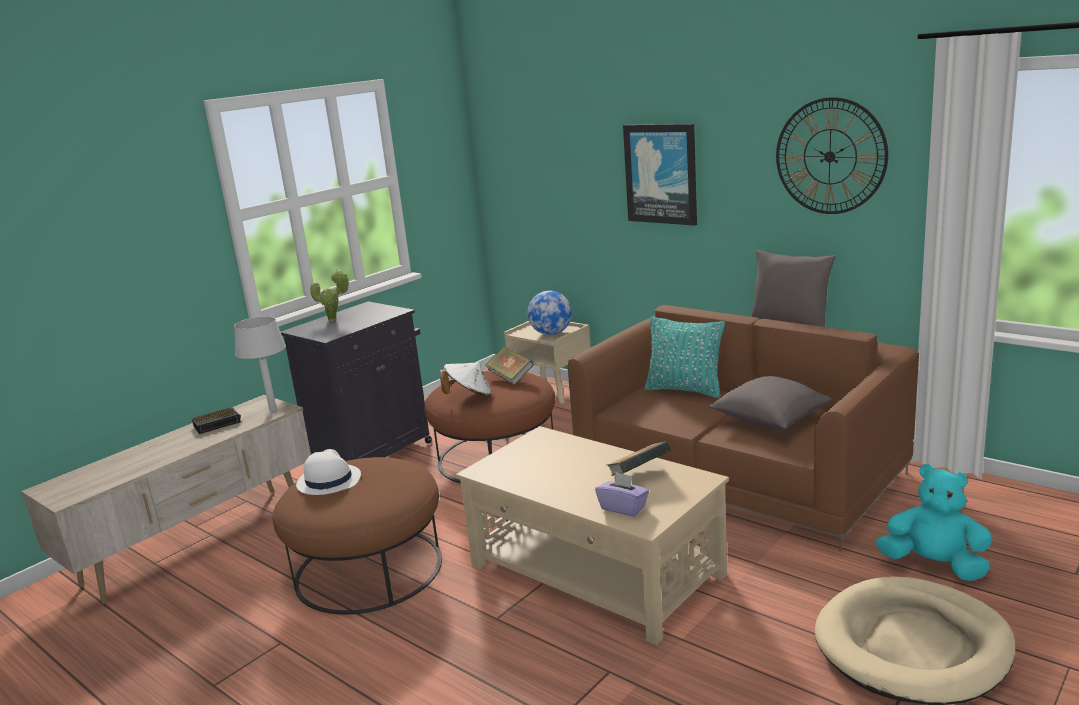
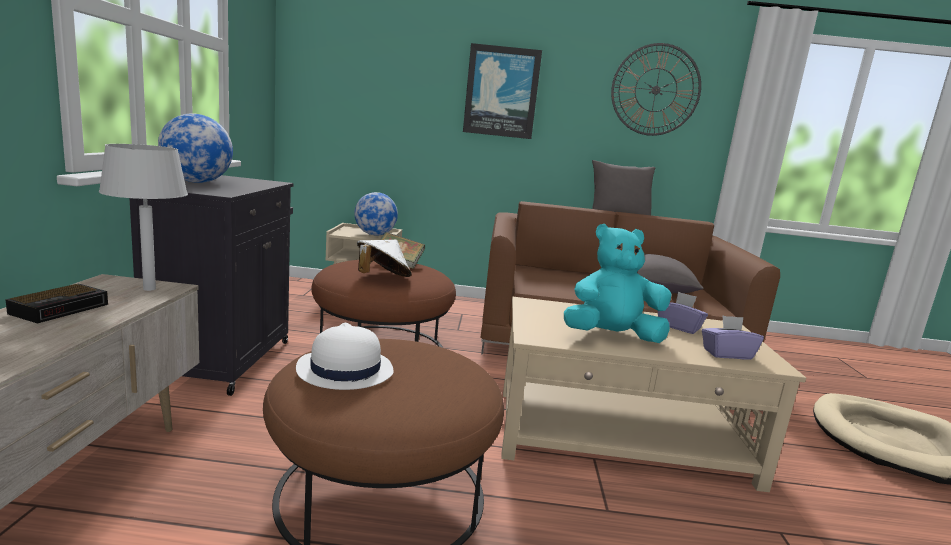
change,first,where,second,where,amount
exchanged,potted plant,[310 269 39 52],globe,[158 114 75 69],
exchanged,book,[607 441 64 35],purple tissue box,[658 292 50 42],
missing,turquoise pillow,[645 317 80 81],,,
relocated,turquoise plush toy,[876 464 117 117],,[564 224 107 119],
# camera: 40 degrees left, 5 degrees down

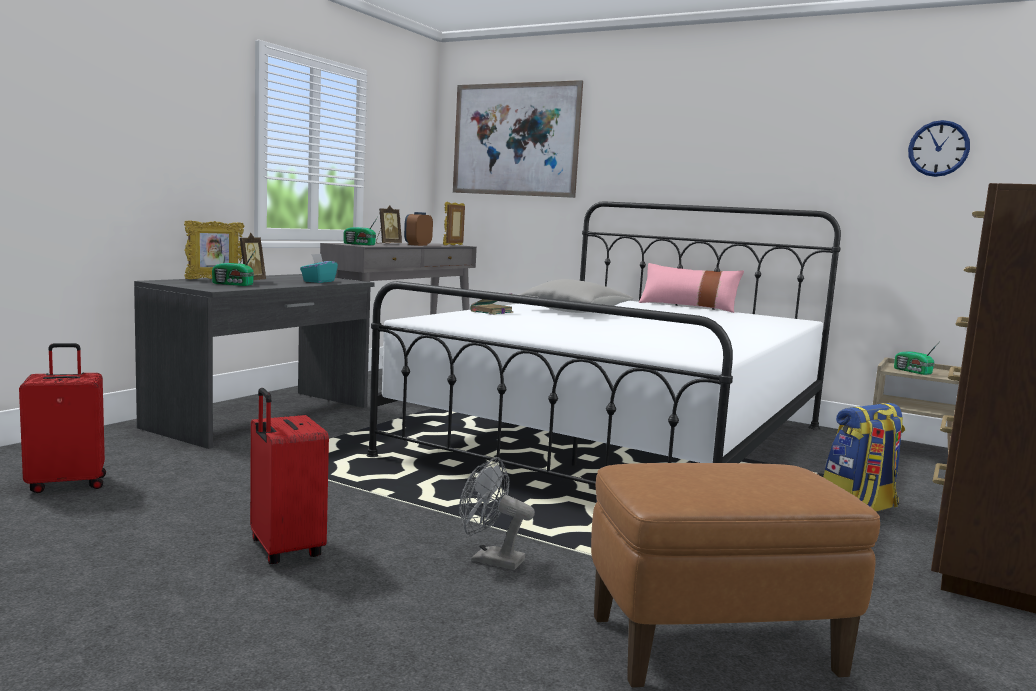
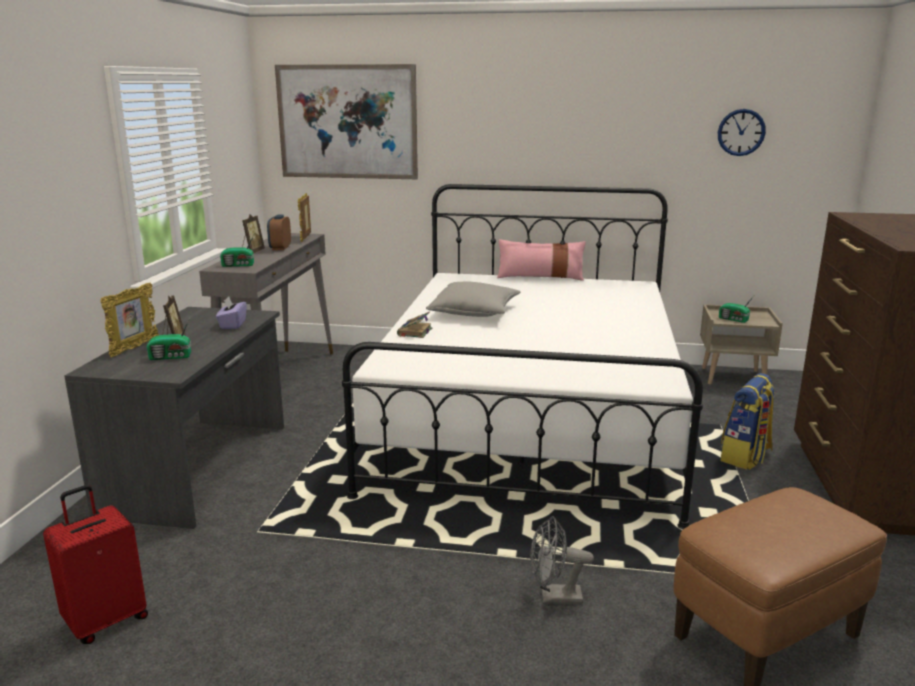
change,first,where,second,where,amount
missing,red suitcase,[250 388 79 176],,,
colour,turquoise tissue box,[300 254 38 29],purple tissue box,[216 296 31 33],
# camera: 20 degrees left, 10 degrees up

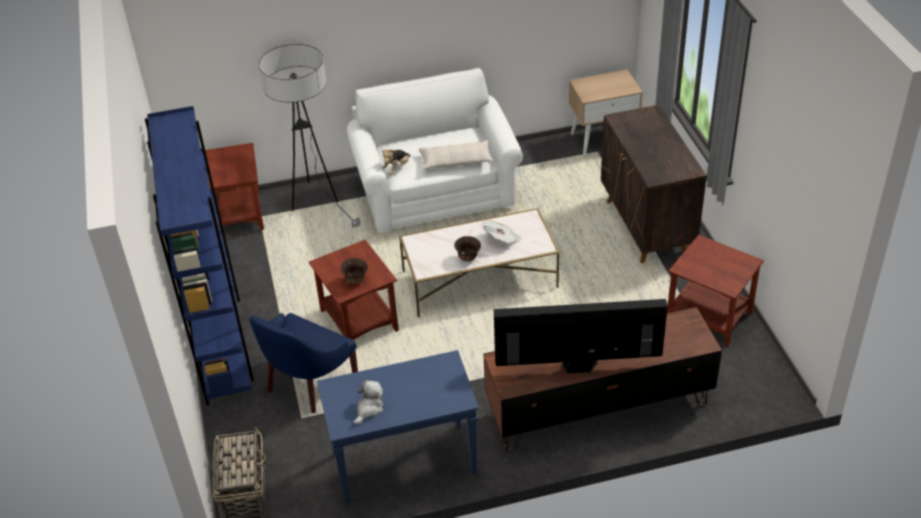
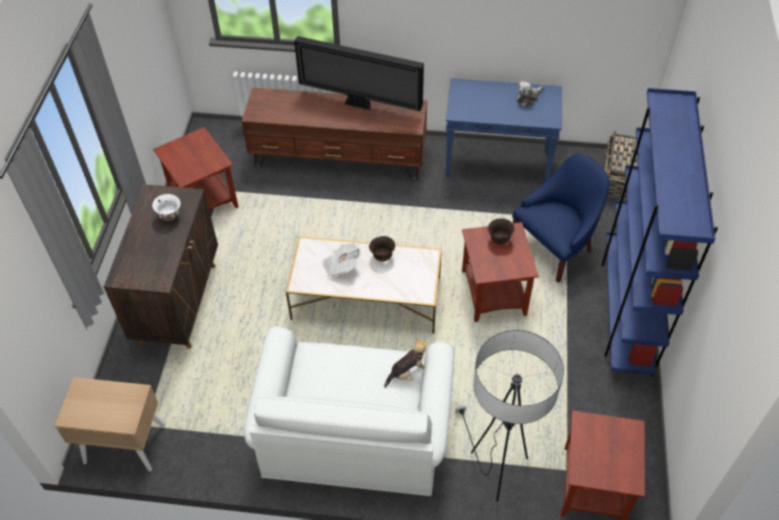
change,first,where,second,where,amount
missing,beige pillow,[419 140 74 29],,,
appeared,,,white bowl,[152 194 29 27],
# camera: 160 degrees left, 10 degrees up

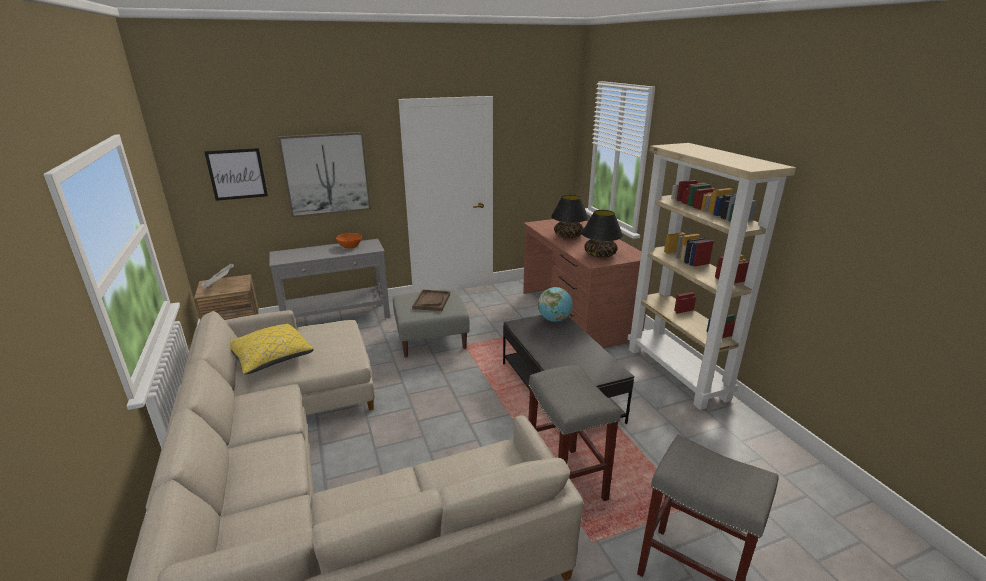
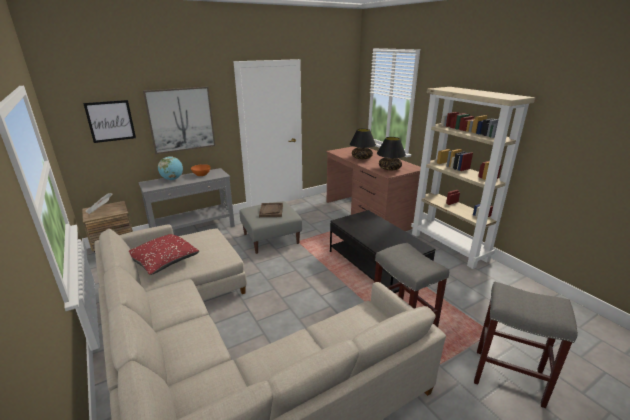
change,first,where,second,where,amount
colour,yellow pillow,[230 323 84 51],red pillow,[129 234 70 41],
relocated,globe,[538 287 35 35],,[158 156 25 24],
# camera: 10 degrees left, 0 degrees up

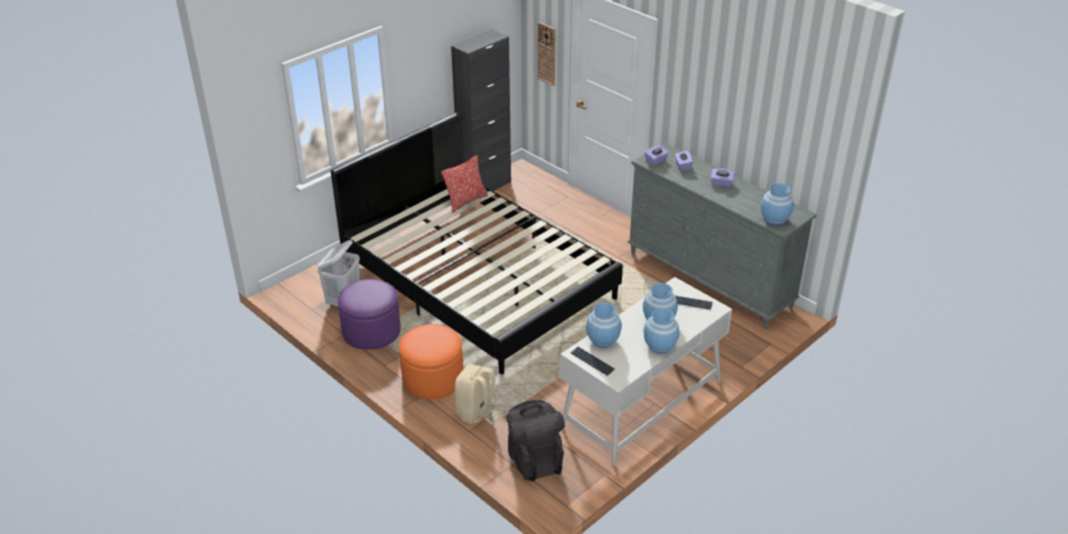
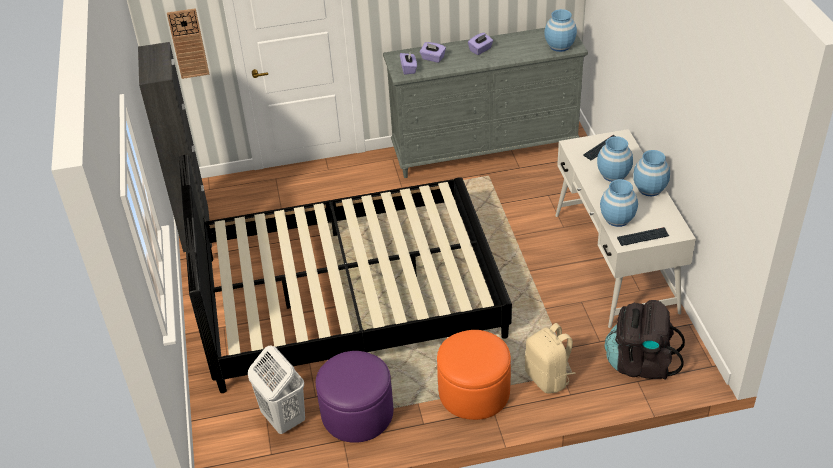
change,first,where,second,where,amount
missing,pillow,[441 155 47 58],,,
# camera: 55 degrees left, 5 degrees up

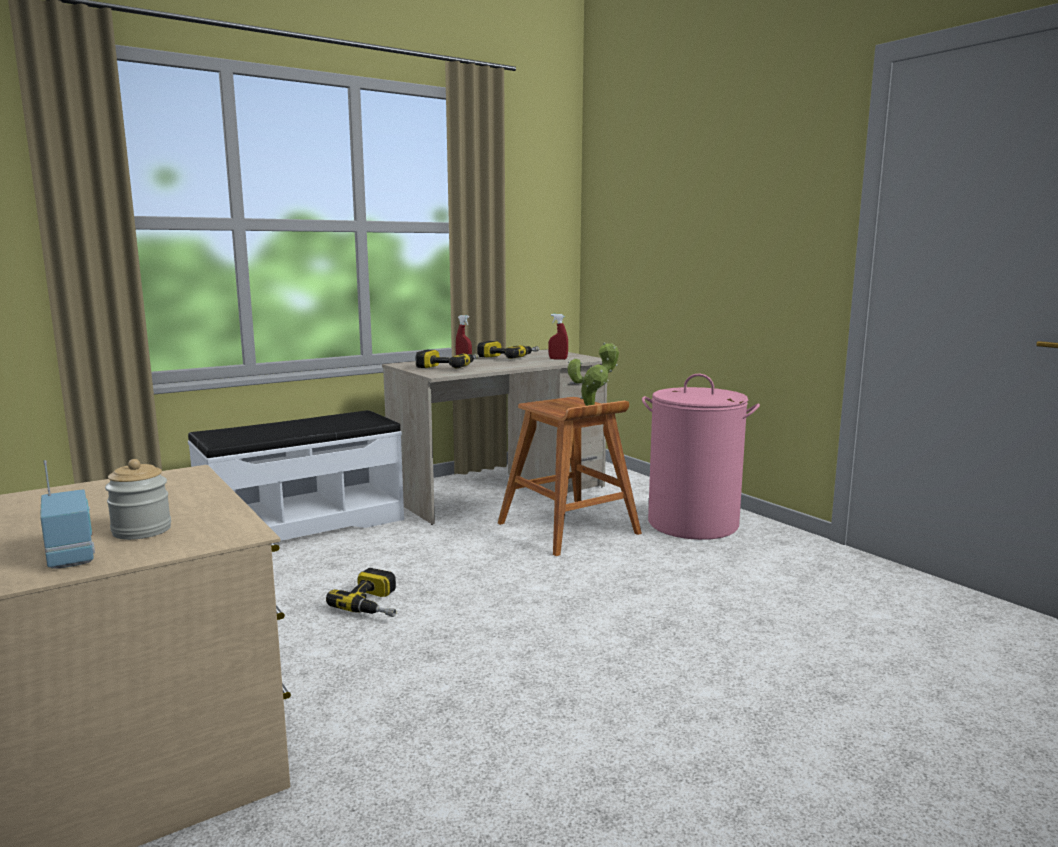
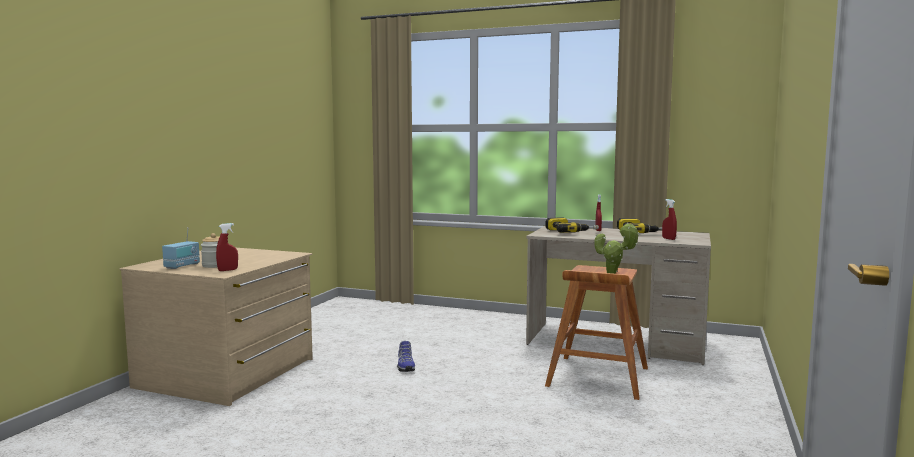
change,first,where,second,where,amount
missing,white bench,[188 410 216 131],,,
exchanged,power drill,[326 568 71 49],shoe,[397 341 18 31],
missing,pink laundry basket,[642 374 118 166],,,
appeared,,,red spray bottle,[216 223 22 48],
# camera: 55 degrees right, 5 degrees down

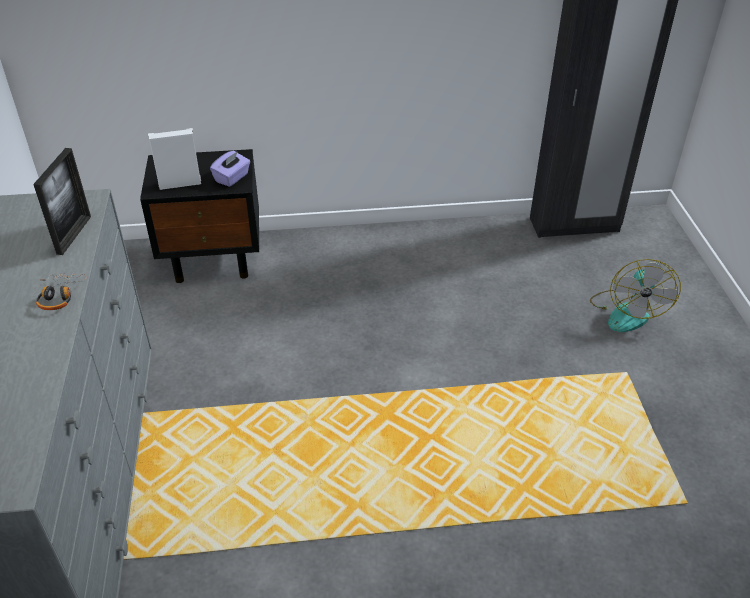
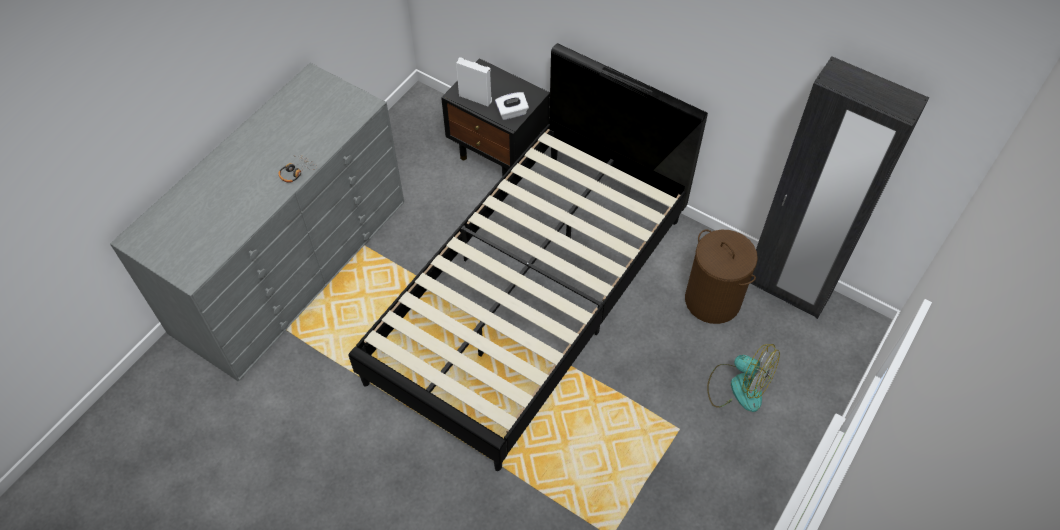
change,first,where,second,where,amount
missing,picture frame,[33 148 58 107],,,
colour,purple tissue box,[210 151 40 36],white tissue box,[495 92 34 28],
spun,fan,[590 259 91 73],,[707 344 73 68],105 degrees counterclockwise
appeared,,,black bed,[348 43 360 428],
appeared,,,brown laundry basket,[685 229 73 95],
# camera: 40 degrees right, 15 degrees up

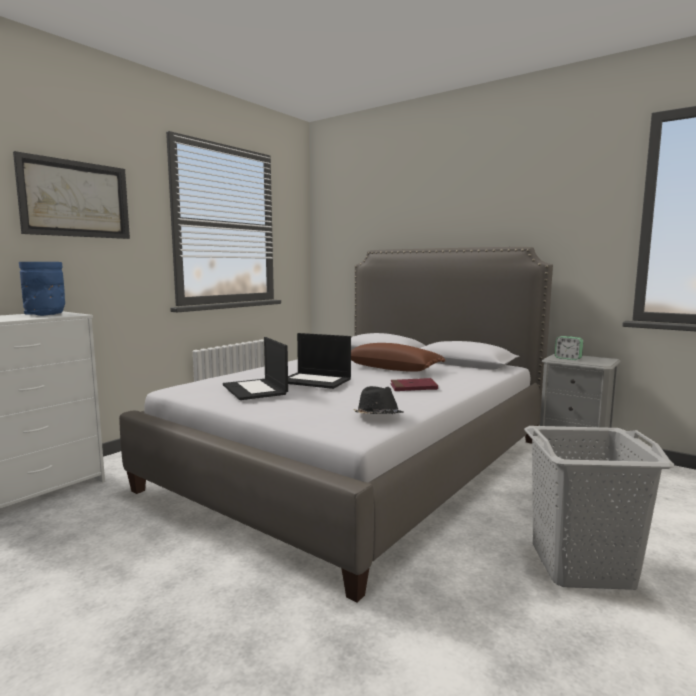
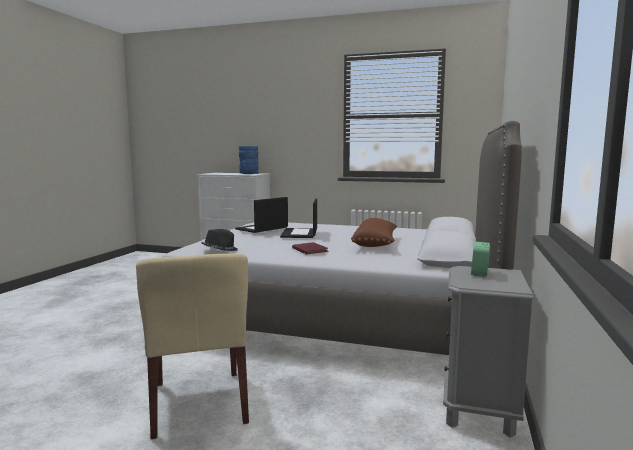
change,first,where,second,where,amount
missing,picture,[13 151 117 88],,,
exchanged,grey laundry basket,[524 426 150 164],beige chair,[136 253 113 186],
# camera: 70 degrees right, 0 degrees up

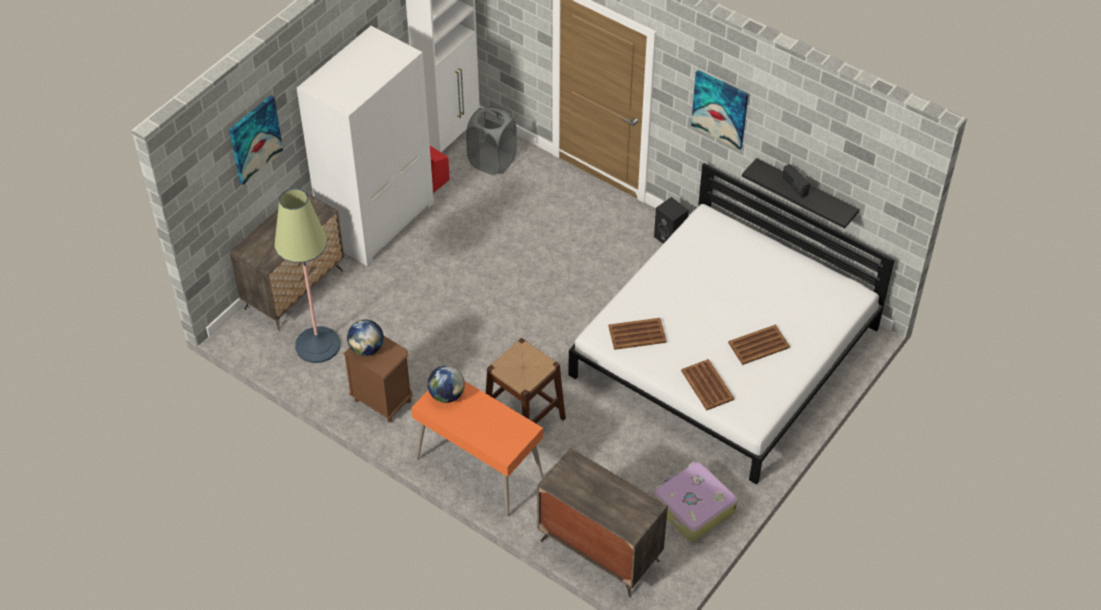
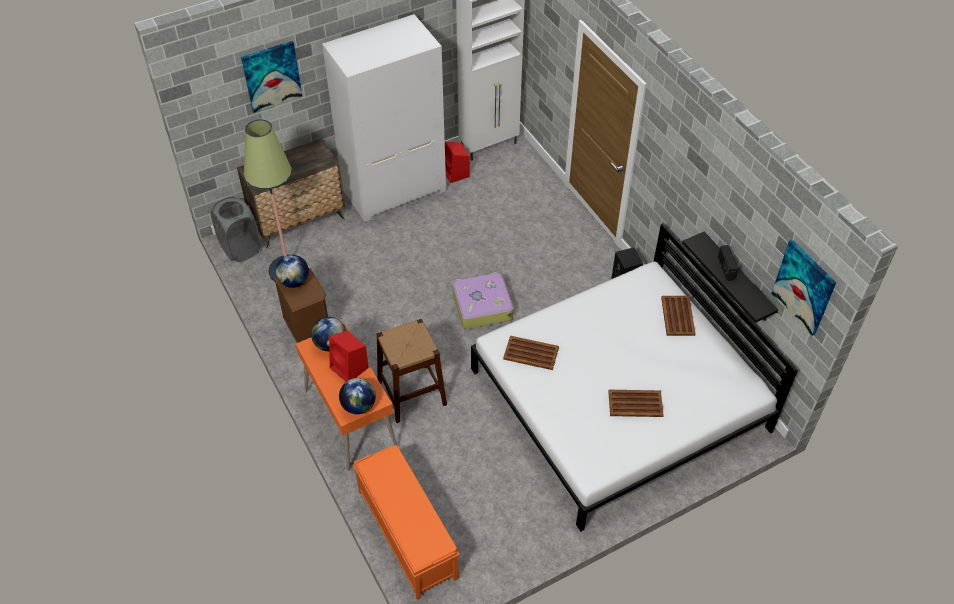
change,first,where,second,where,amount
relocated,grey laundry basket,[466 106 51 69],,[211 197 50 65],
exchanged,dresser,[537 448 131 150],orange bench,[353 445 107 155],
relocated,suitcase,[654 462 84 80],,[452 272 61 57],
relocated,brown tray,[681 359 53 52],,[661 296 34 40],
relocated,picture,[691 70 58 80],,[771 239 65 97],
appeared,,,red speaker,[329 331 40 50],
appeared,,,globe,[339 378 37 36],
# camera: 25 degrees right, 0 degrees up

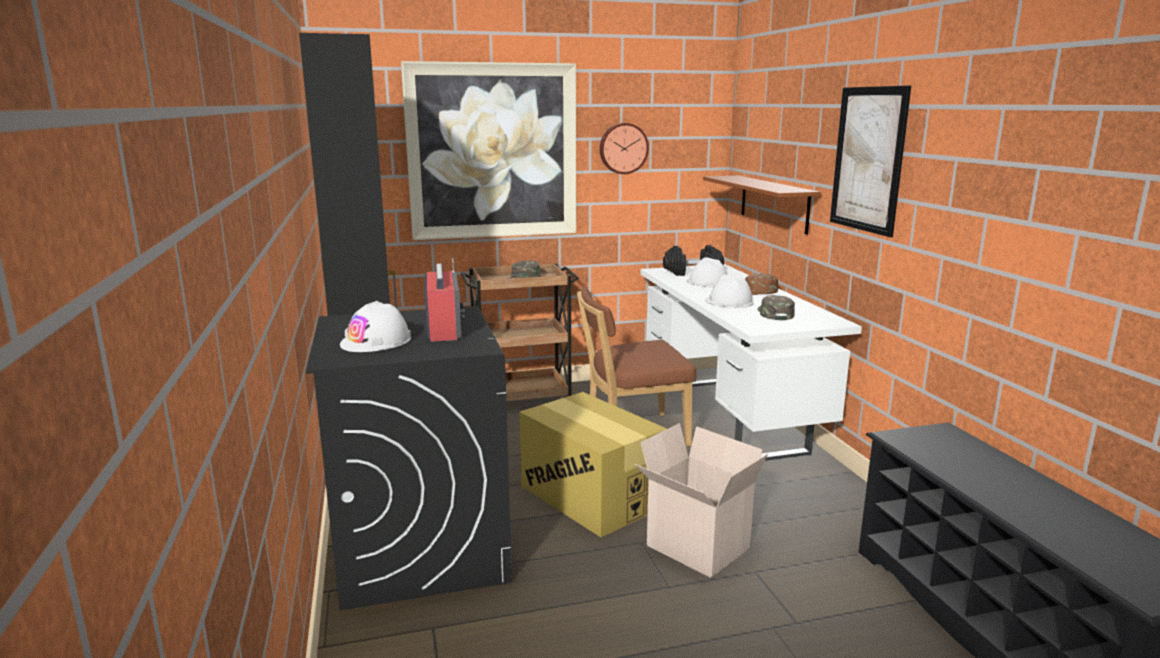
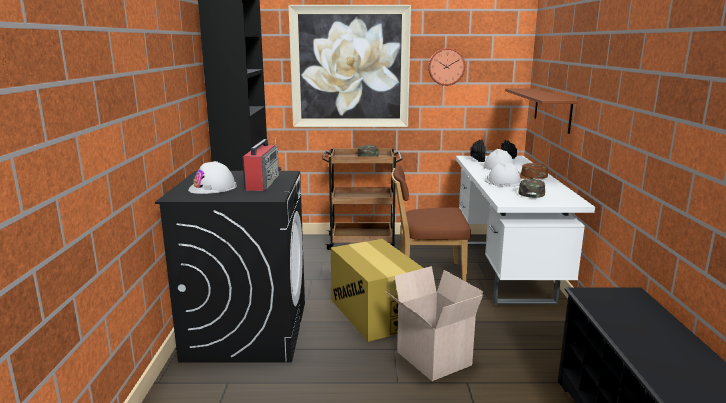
change,first,where,second,where,amount
missing,picture,[830 86 81 151],,,
# camera: 15 degrees right, 0 degrees up

